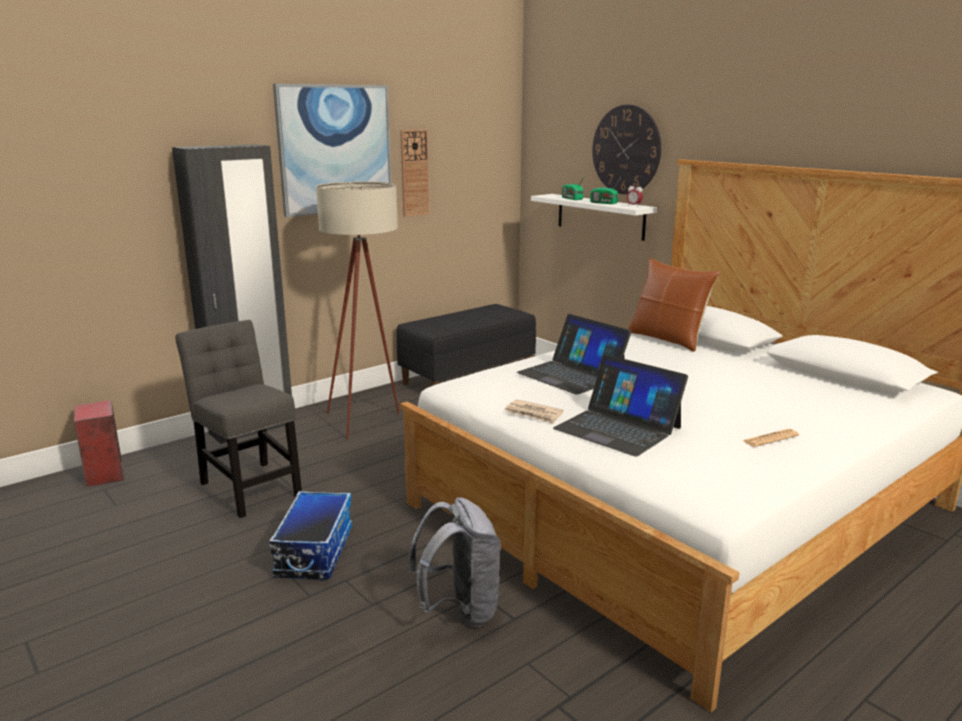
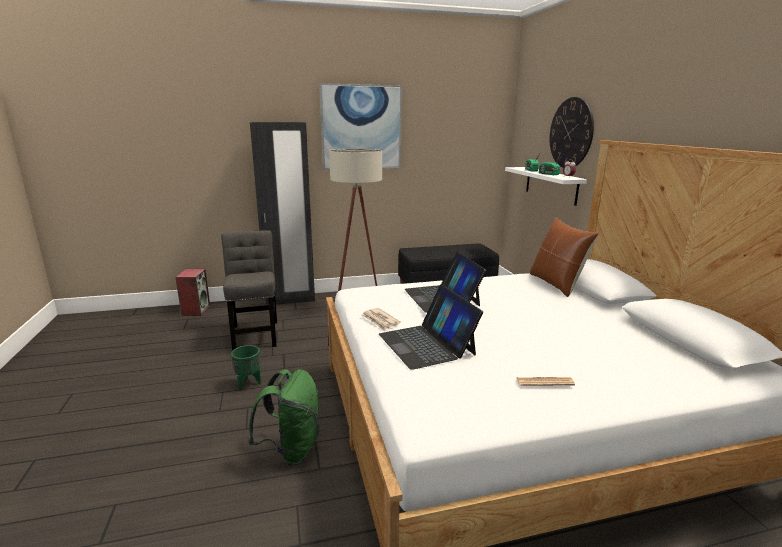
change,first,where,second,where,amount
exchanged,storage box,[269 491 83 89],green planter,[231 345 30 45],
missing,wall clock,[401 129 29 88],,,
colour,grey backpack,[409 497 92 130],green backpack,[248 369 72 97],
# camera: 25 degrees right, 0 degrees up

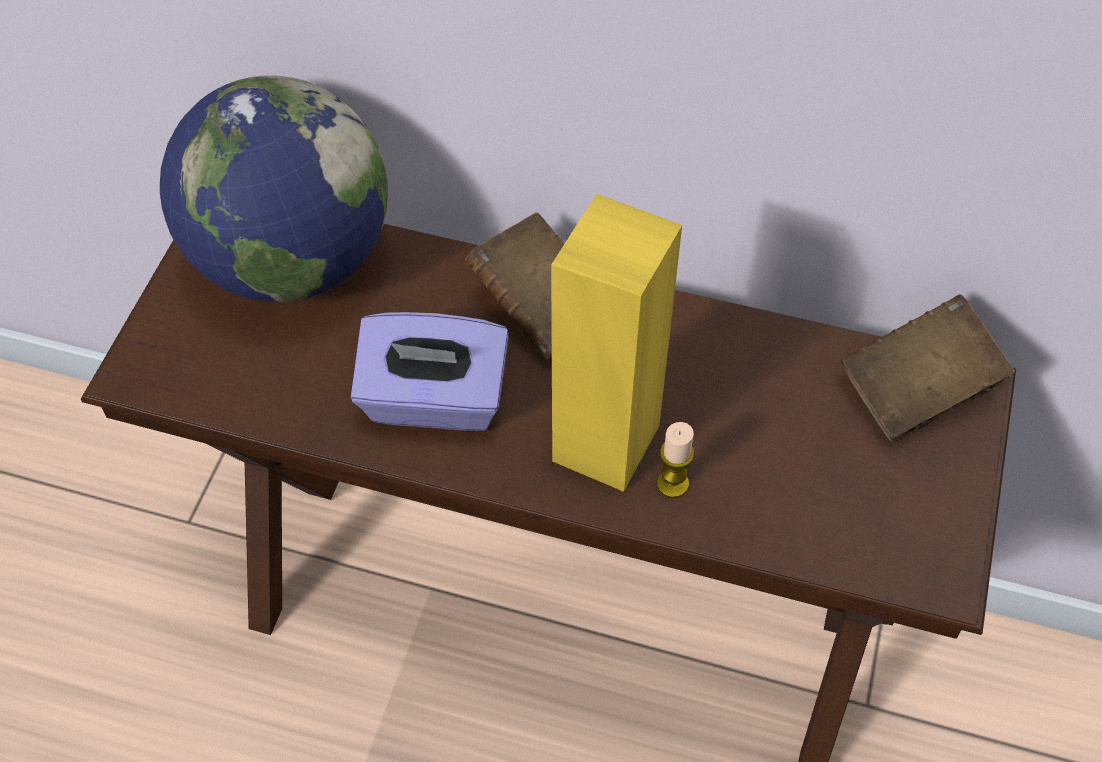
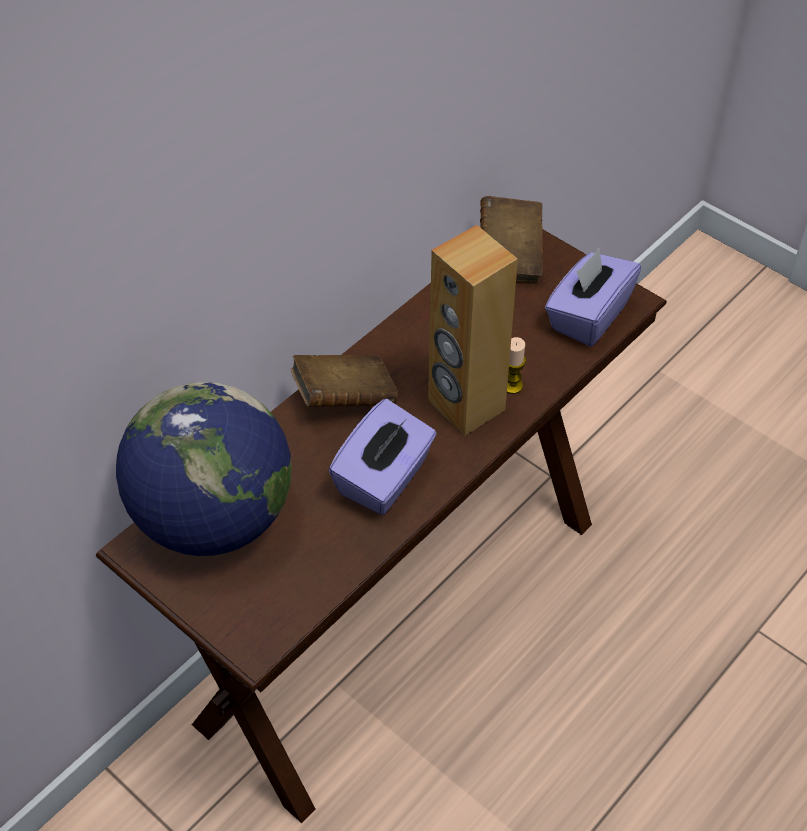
change,first,where,second,where,amount
colour,yellow speaker,[551 194 131 298],brown speaker,[428 225 90 211],
appeared,,,purple tissue box,[545 248 96 99],
# camera: 65 degrees left, 5 degrees down

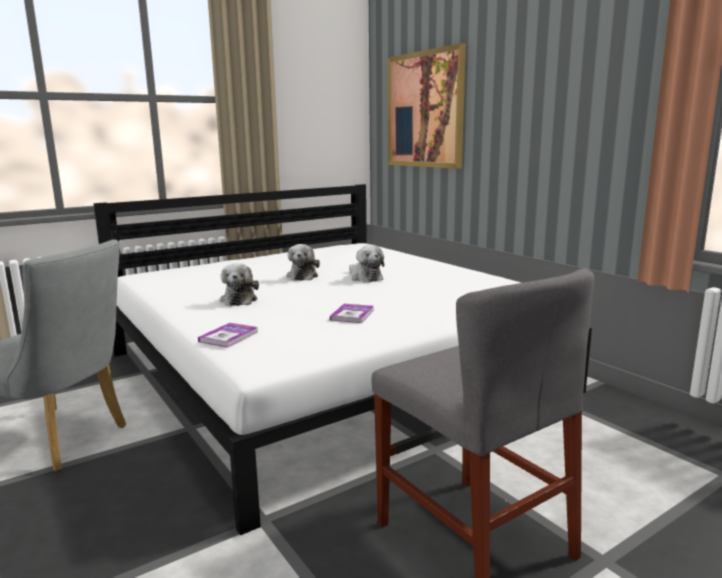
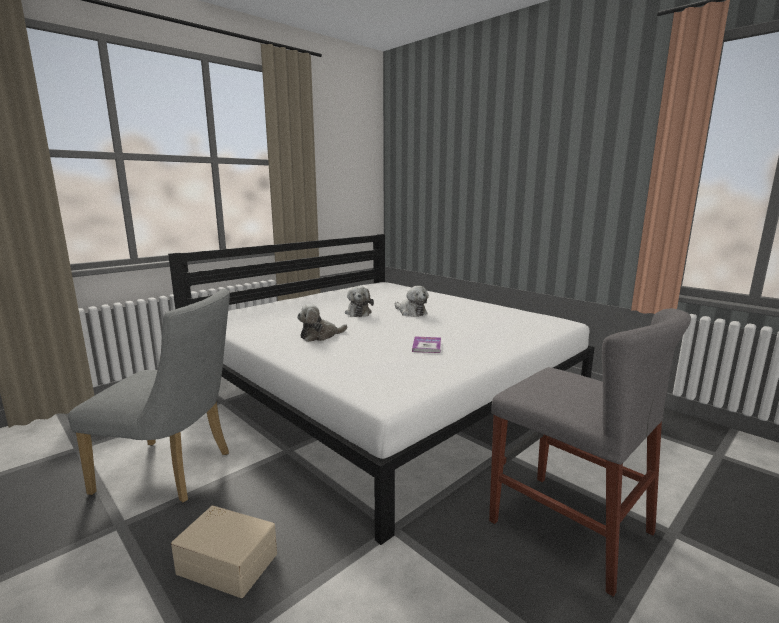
change,first,where,second,where,amount
missing,book,[198 323 60 25],,,
spun,plush toy,[220 263 39 43],,[297 304 50 38],75 degrees clockwise
missing,picture,[388 43 78 126],,,
appeared,,,beige storage box,[171 505 106 93],
# camera: 10 degrees left, 0 degrees up

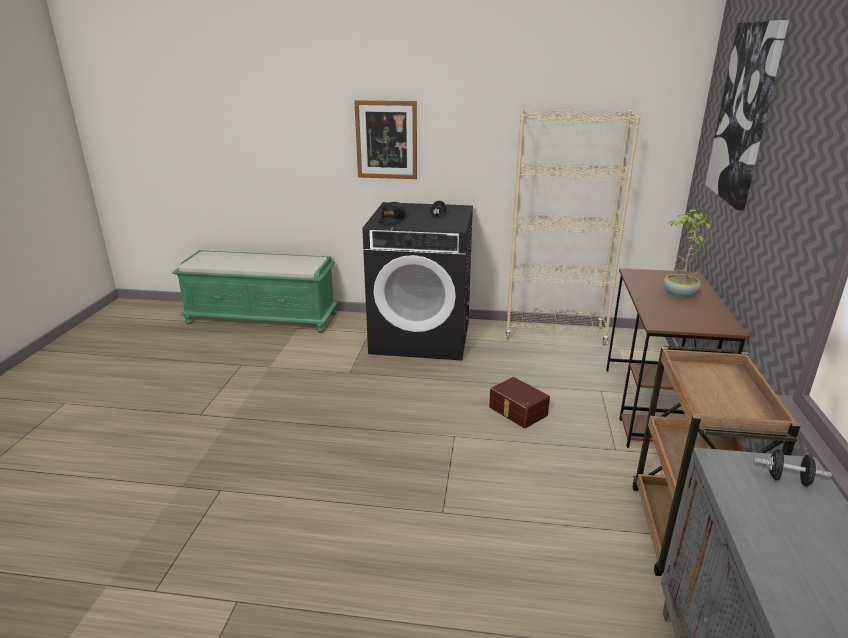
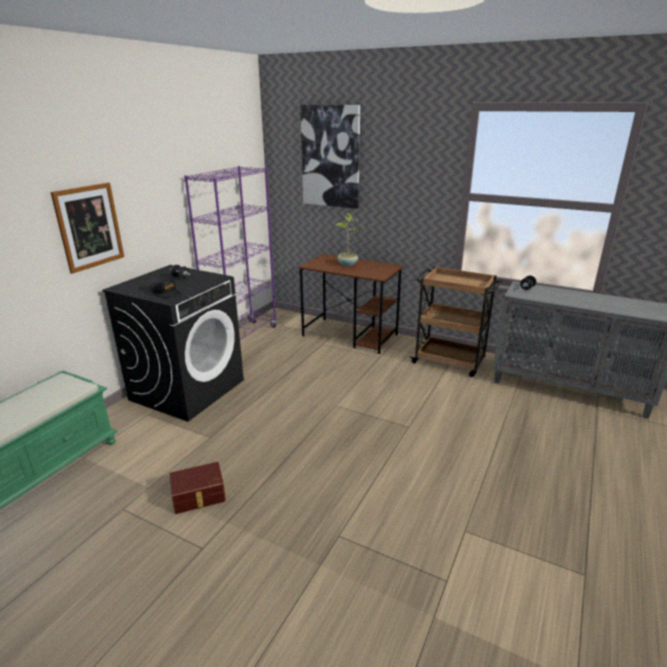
change,first,where,second,where,amount
relocated,brown storage box,[489 377 61 51],,[170 462 56 52],
colour,beige bookcase,[505 109 135 237],purple bookcase,[184 166 93 174],
# camera: 70 degrees left, 0 degrees up

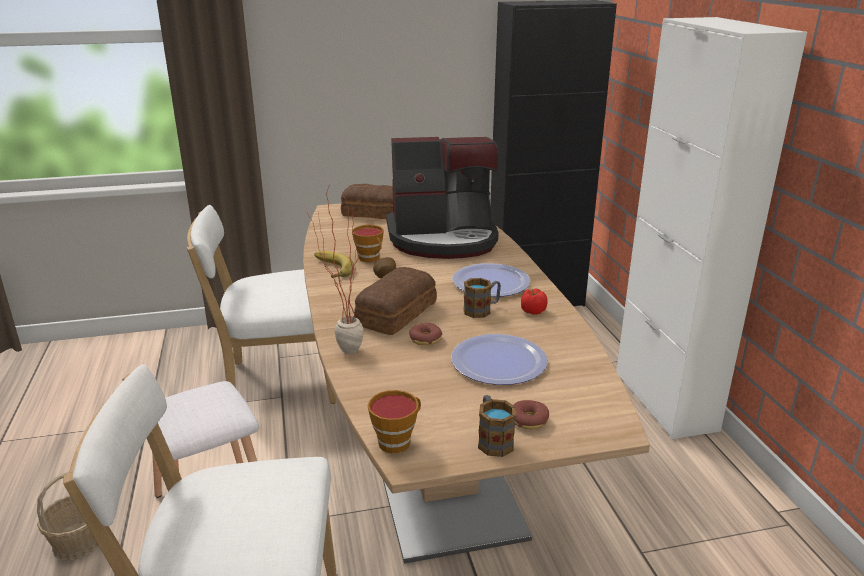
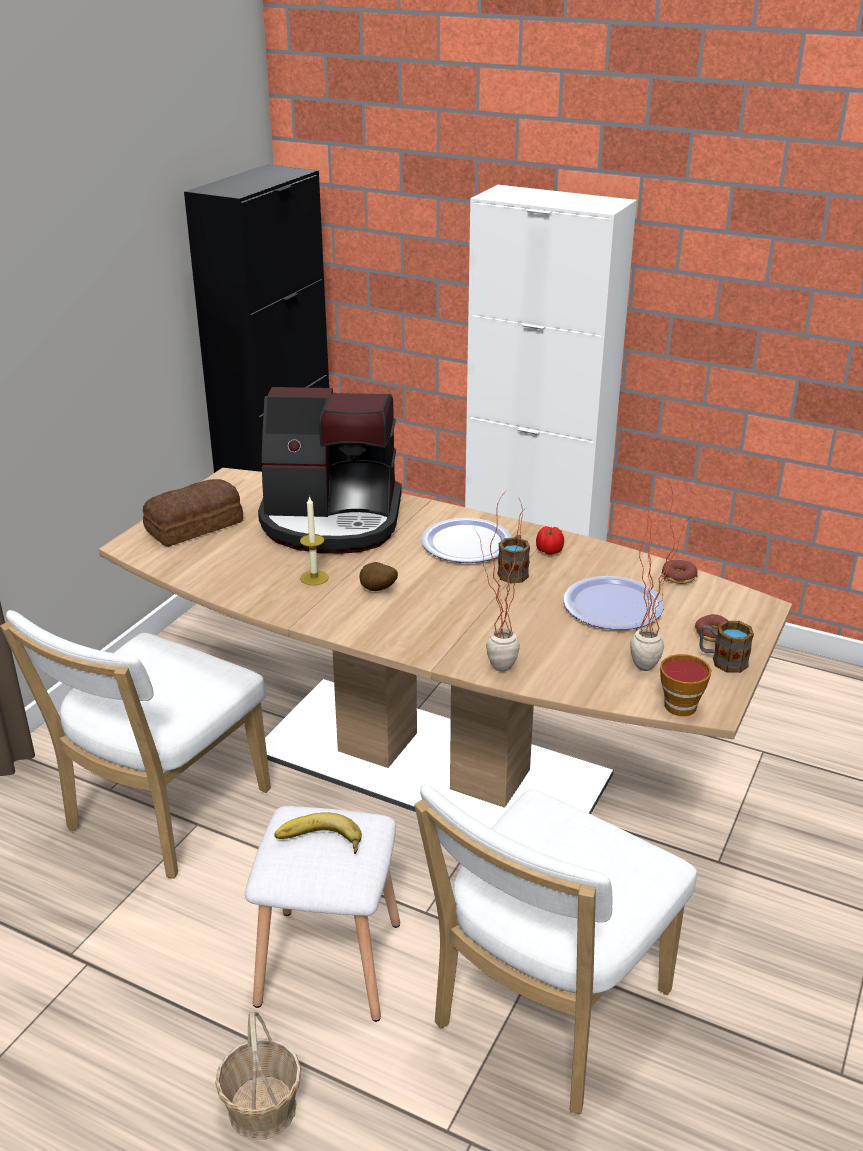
change,first,where,second,where,amount
relocated,banana,[314 251 40 27],,[274 812 88 42],
exchanged,cup,[352 225 32 37],candle,[300 495 29 90],
missing,bread,[354 267 83 68],,,
spun,coffee machine,[386 137 113 122],,[258 387 144 167],60 degrees clockwise
relocated,donut,[409 322 33 23],,[662 560 36 24],
appeared,,,potted plant,[630 478 55 193],
# camera: 50 degrees left, 5 degrees up

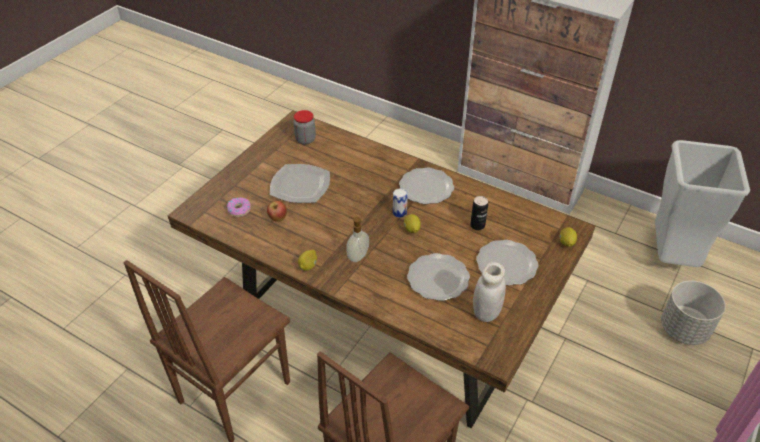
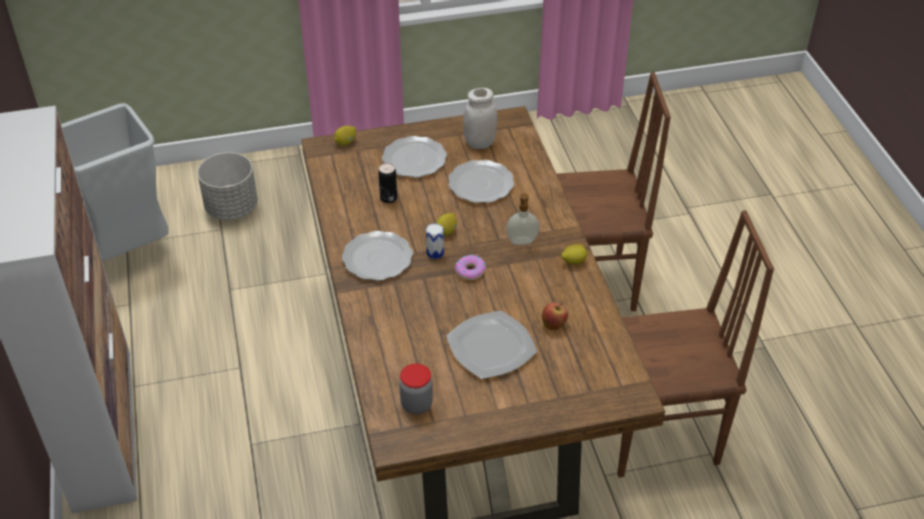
change,first,where,second,where,amount
relocated,donut,[227 198 24 19],,[455 254 31 26],
# camera: 135 degrees left, 0 degrees up

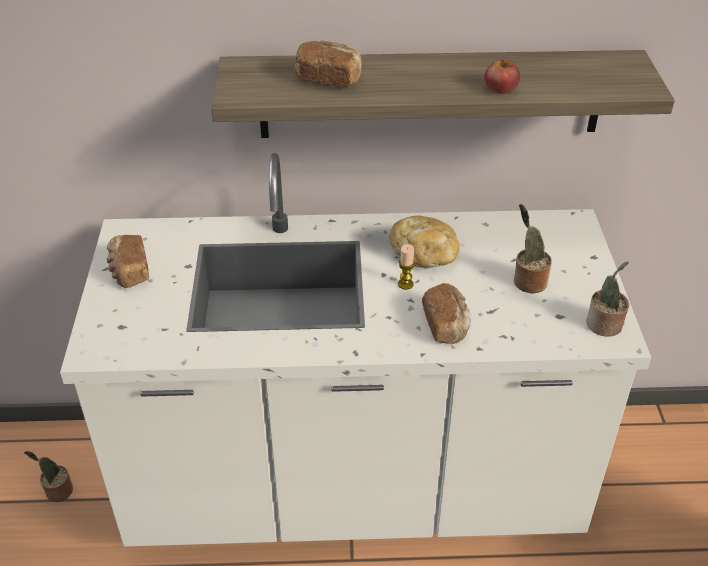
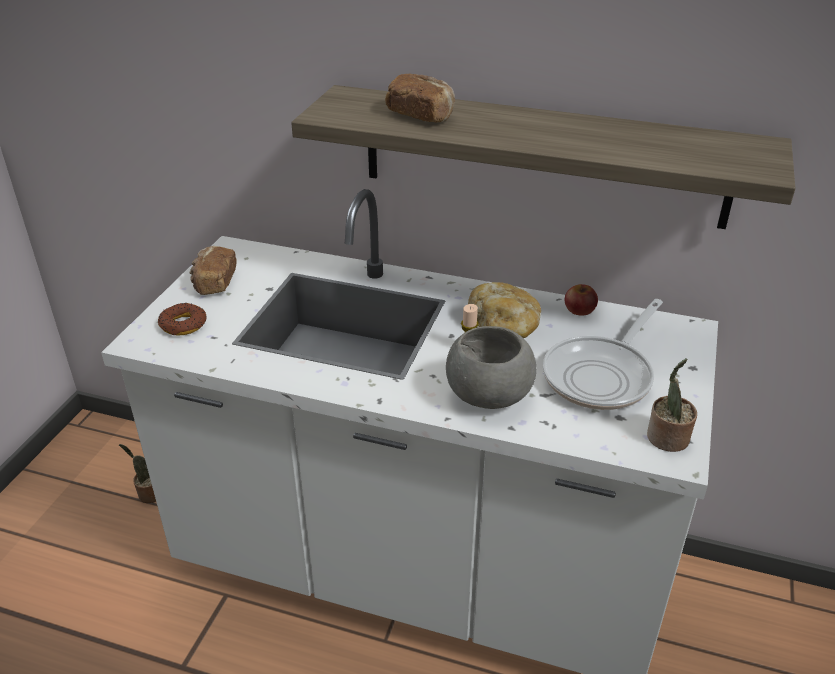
change,first,where,second,where,amount
exchanged,bread,[422 283 49 61],grey bowl,[446 326 90 83],
relocated,apple,[484 59 36 35],,[565 284 33 32],
exchanged,potted plant,[514 204 38 90],frying pan,[543 299 120 111],
appeared,,,donut,[158 303 49 32],
# camera: 20 degrees right, 5 degrees down

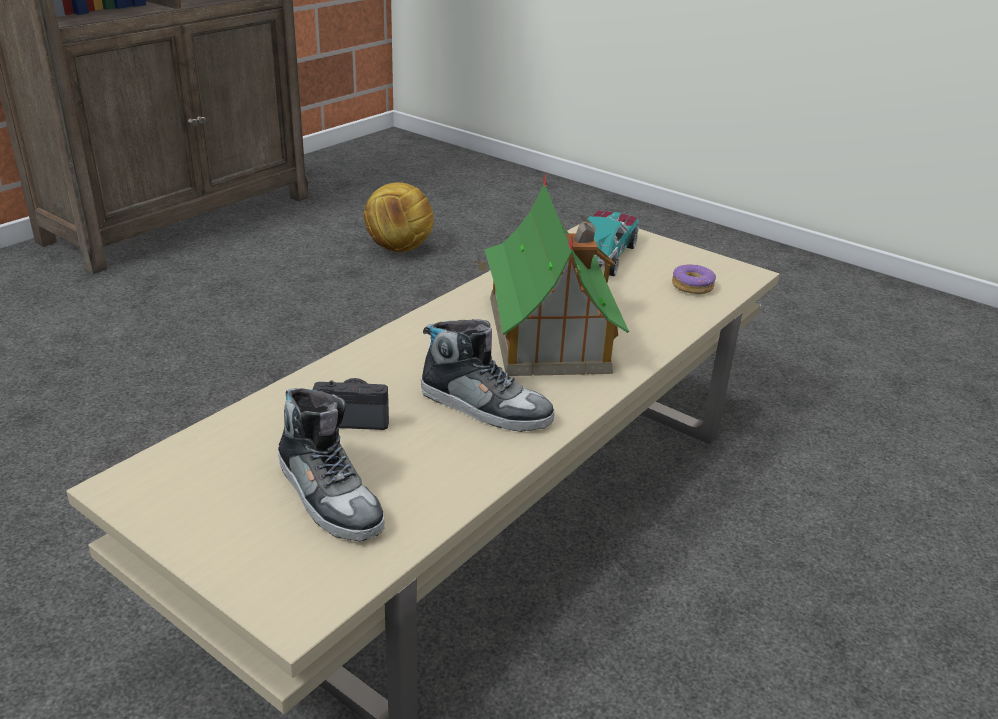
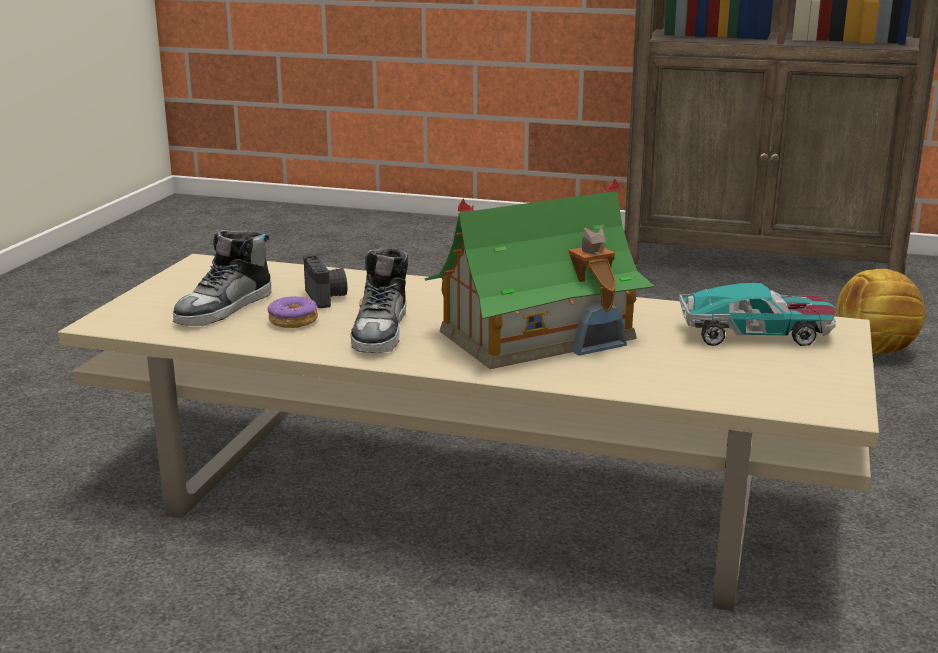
change,first,where,second,where,amount
relocated,donut,[672 264 44 30],,[268 296 50 32],
# camera: 70 degrees right, 10 degrees down

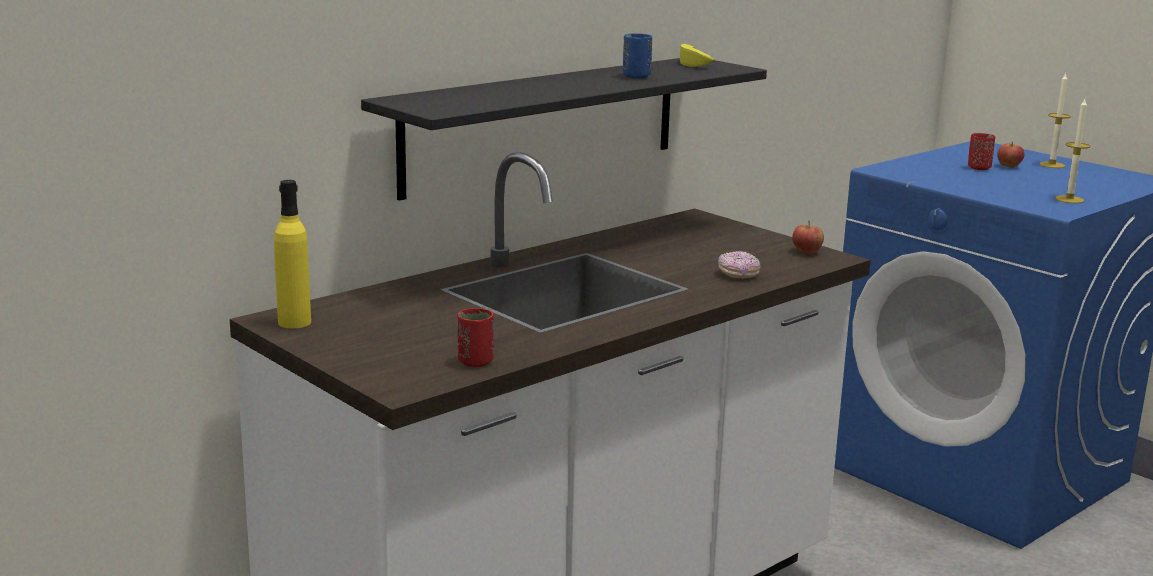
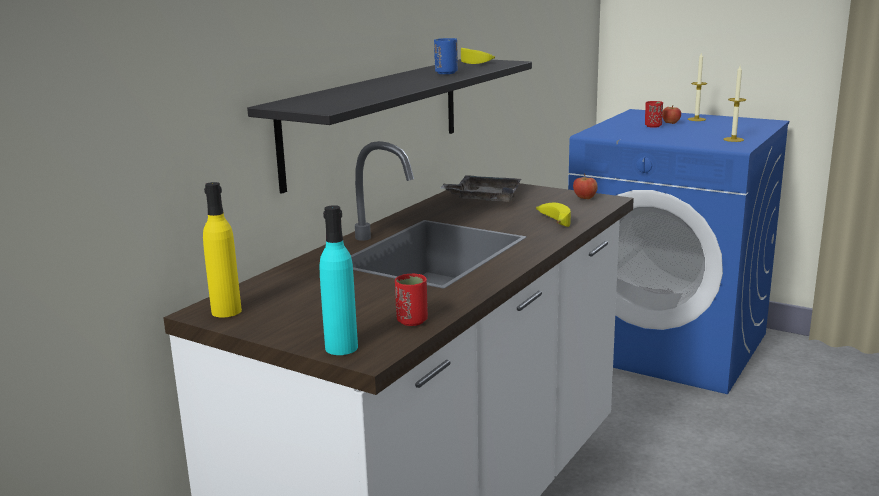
change,first,where,second,where,amount
exchanged,donut,[718 251 42 27],banana,[536 203 35 24],
appeared,,,turquoise bottle,[319 205 39 150],
appeared,,,grey tray,[440 175 81 27],
# camera: 15 degrees left, 0 degrees up

